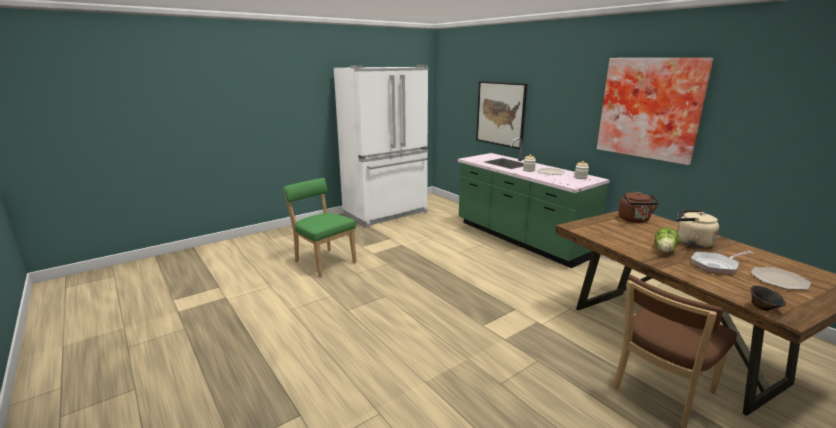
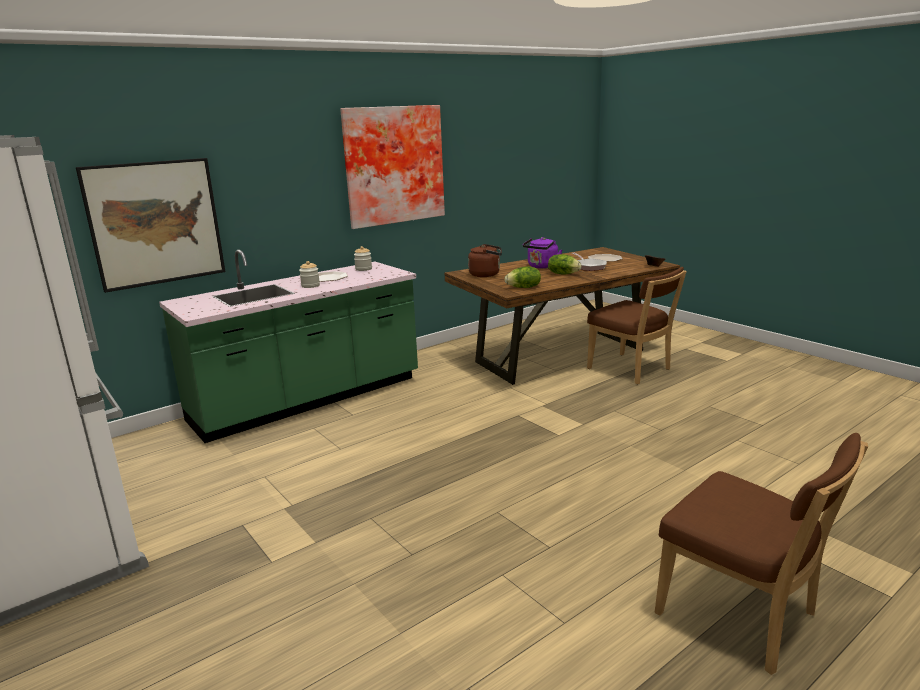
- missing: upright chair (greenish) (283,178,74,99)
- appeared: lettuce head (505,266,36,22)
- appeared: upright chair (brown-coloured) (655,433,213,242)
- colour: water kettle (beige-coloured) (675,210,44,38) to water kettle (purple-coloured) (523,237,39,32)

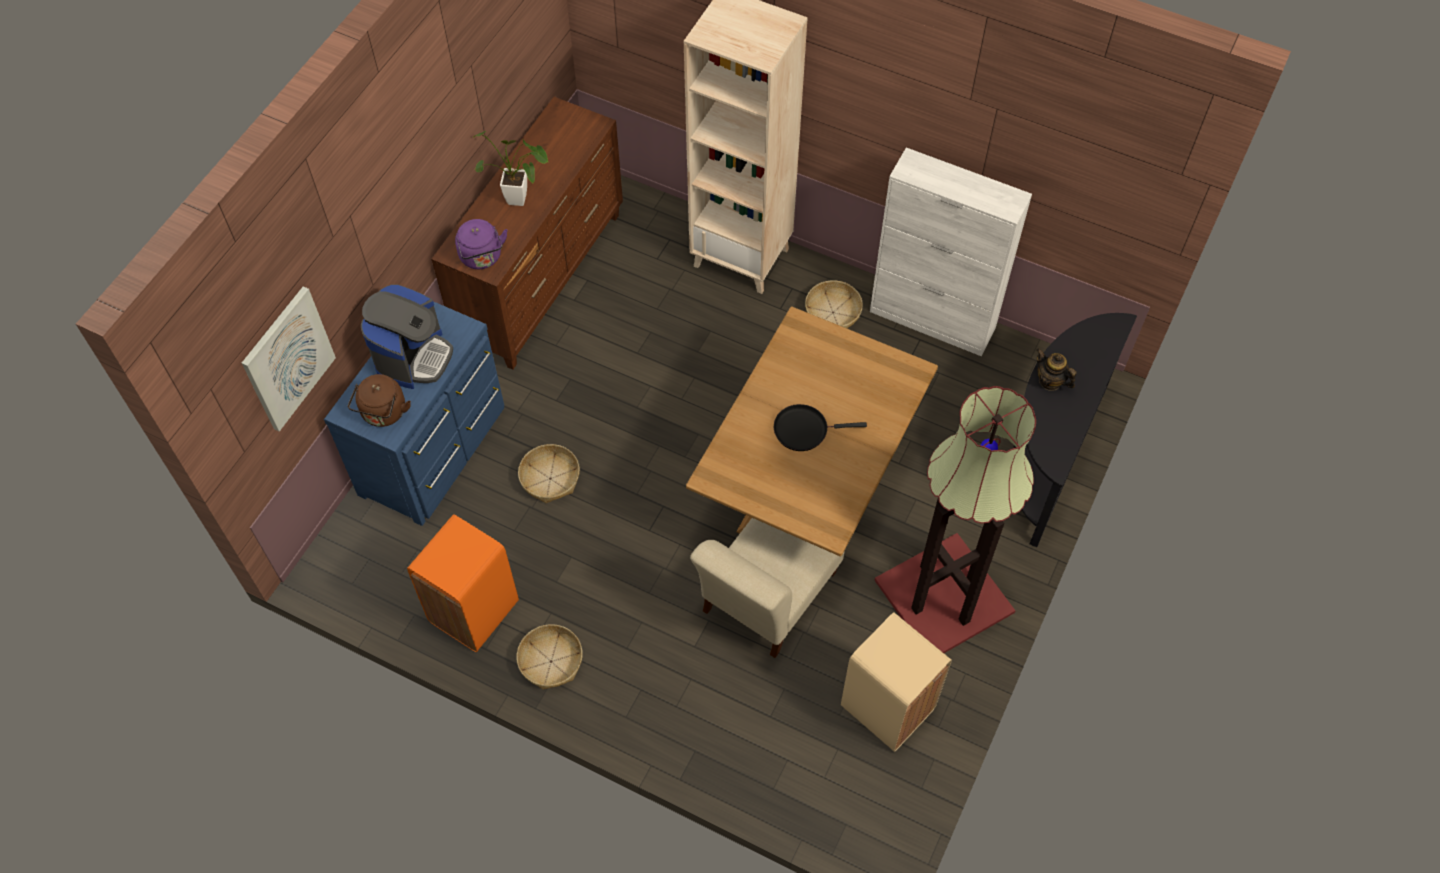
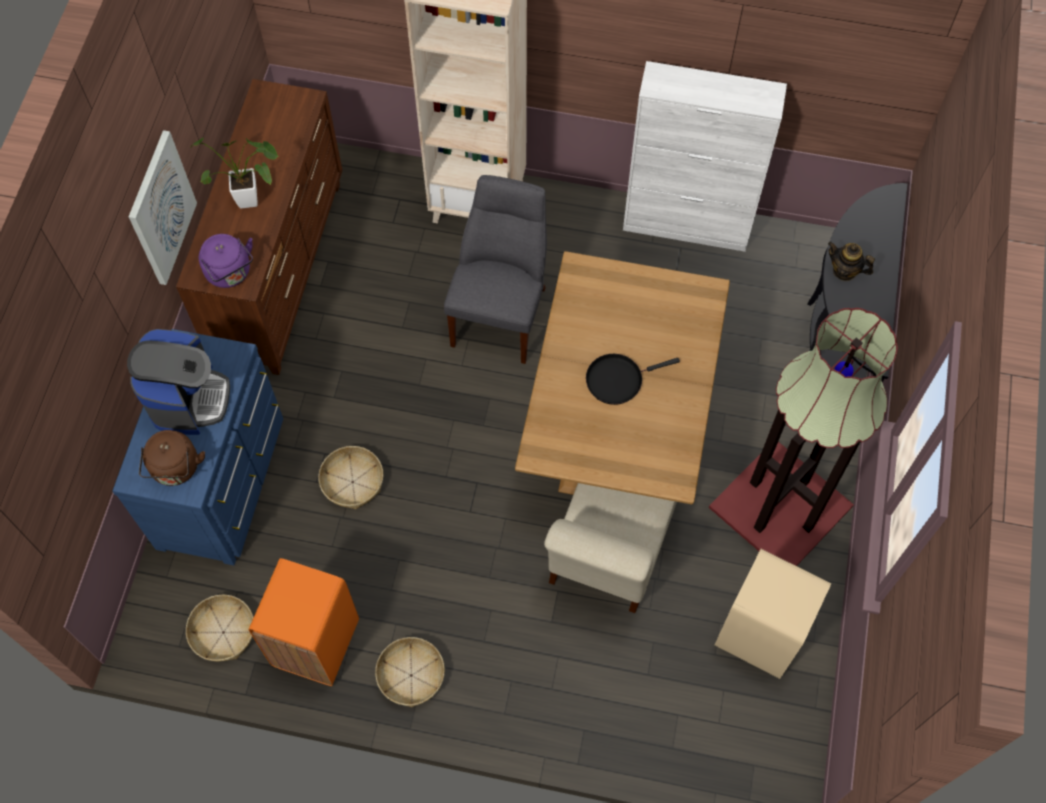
- appeared: upright chair (greyish) (444,175,103,189)
- relocated: wall art (242,286,94,145) to (129,130,68,155)
- relocated: storage basket (805,280,58,48) to (186,595,68,67)

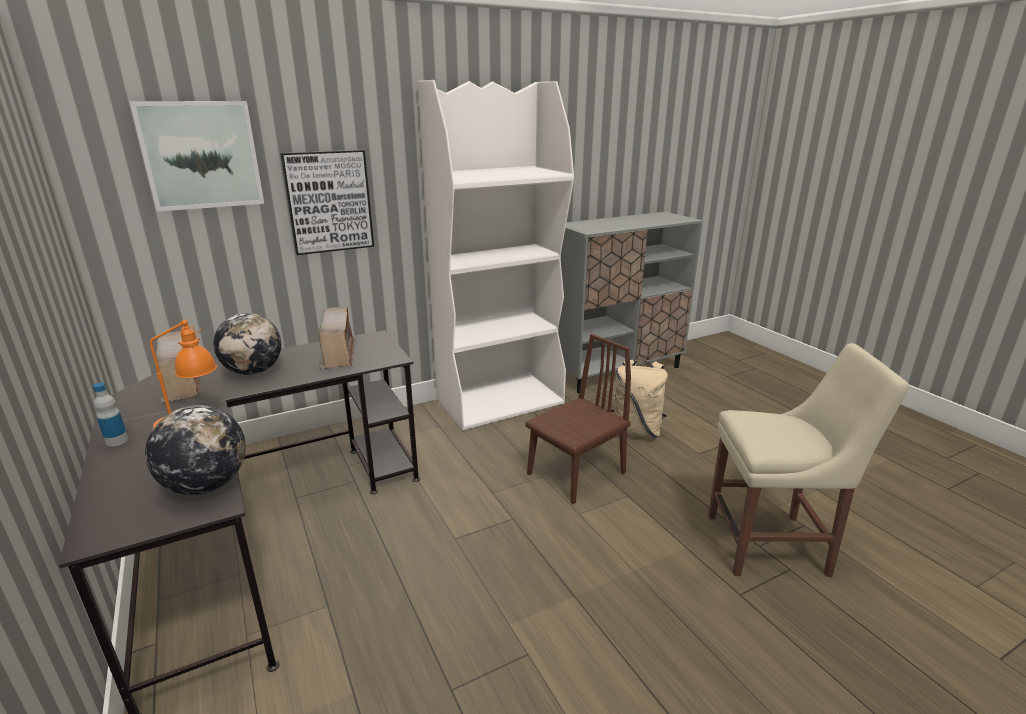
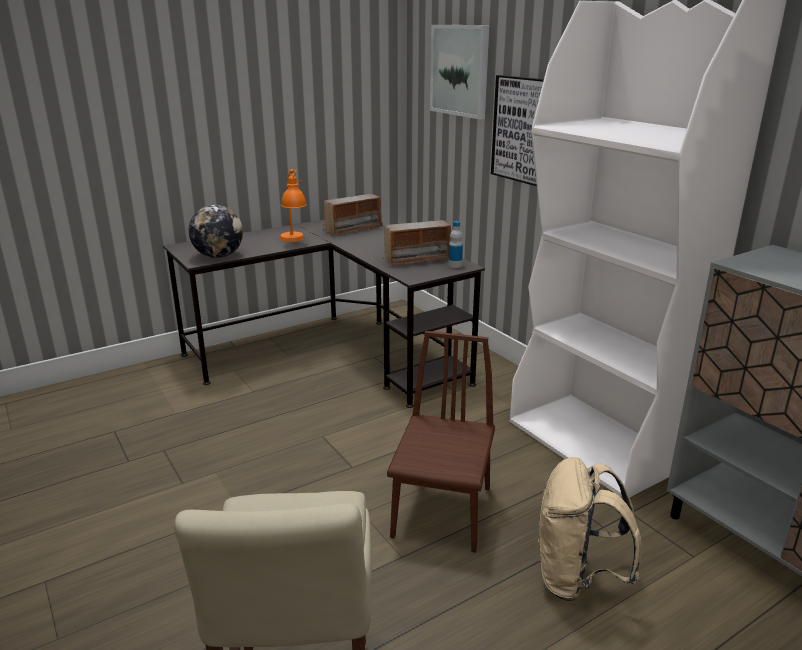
- missing: world globe (213,313,68,62)
- relocated: beverage bottle (93,383,35,64) to (448,221,15,47)
- spun: upright chair (brown-coloured) (525,334,106,170) = (387,331,108,222) 120 degrees counterclockwise

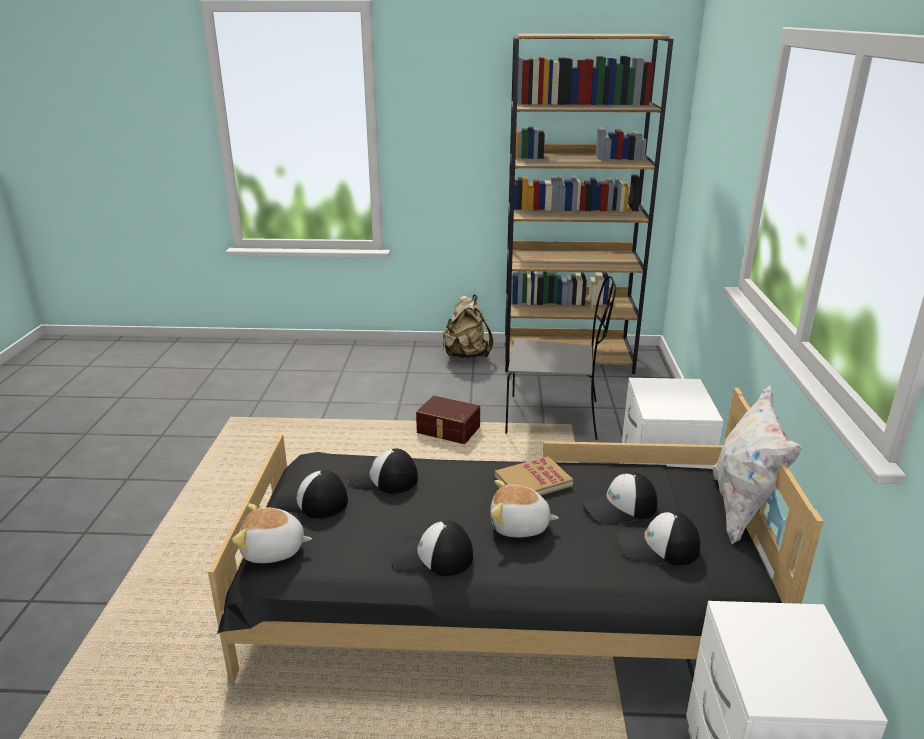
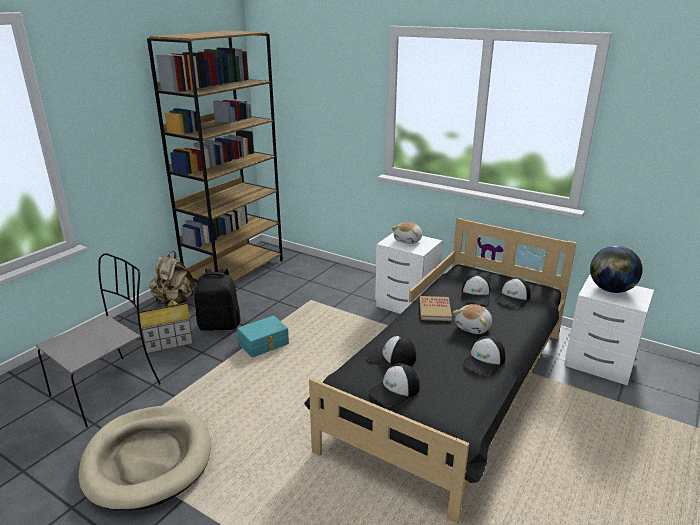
- missing: pillow (whitish) (713,385,89,159)
- appeared: dog cushion (beige-coloured) (78,406,133,105)
- appeared: toy house (139,298,54,56)
- appeared: rucksack (black-coloured) (194,268,47,63)
- appeared: world globe (590,246,53,47)
- relocated: plush toy (232,504,80,59) to (391,222,31,22)
- relocated: upright chair (greyish) (505,276,111,164) to (36,253,125,175)
- colour: storage container (brown-coloured) (416,396,64,48) to storage container (turquoise-coloured) (237,316,52,42)
- spun: baseball cap (348,448,70,46) = (366,335,50,31) 60 degrees clockwise

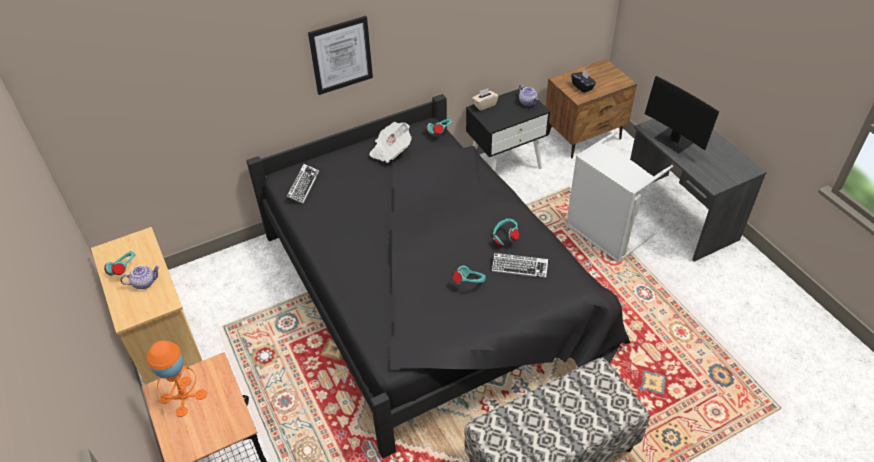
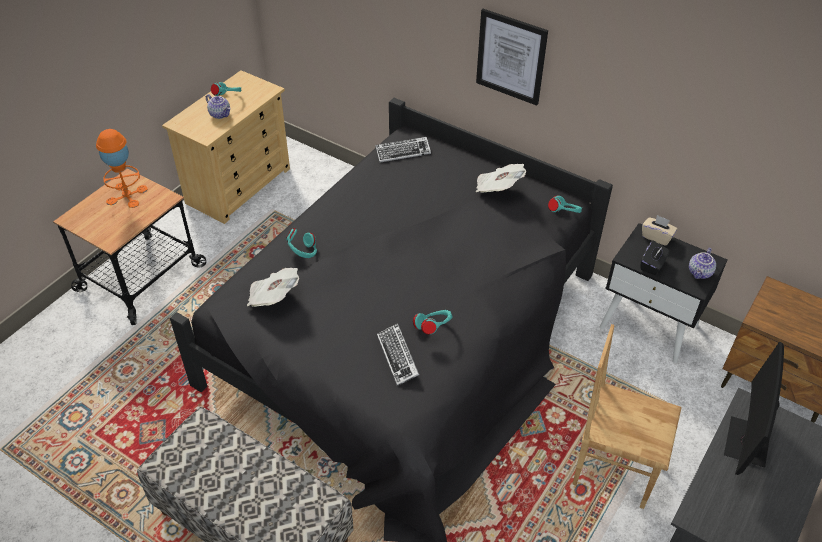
- appeared: printed paper (247,268,52,39)
- relocated: headphones (turquoise-coloured) (453,265,33,19) to (286,228,31,30)
- relocated: box of tissues (black-coloured) (571,70,25,23) to (641,240,29,35)
- exchanged: washing basket (greyish) (566,131,107,132) to upright chair (brown-coloured) (573,324,109,185)

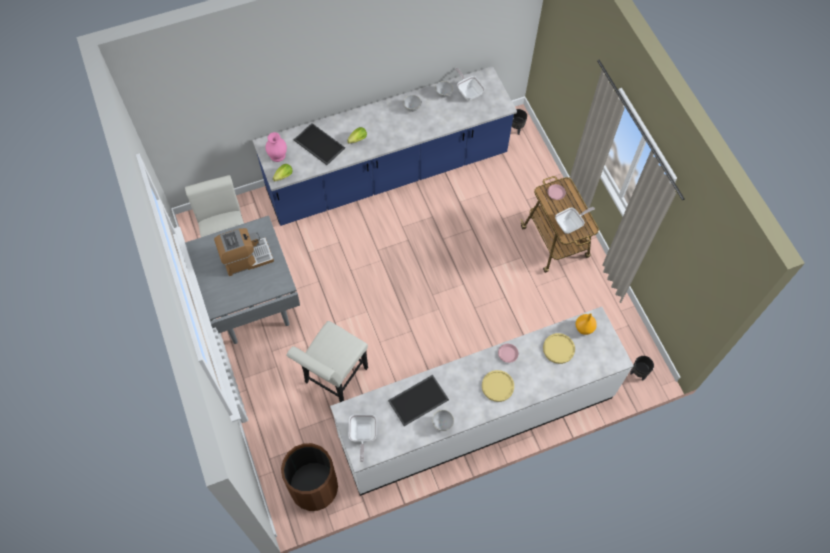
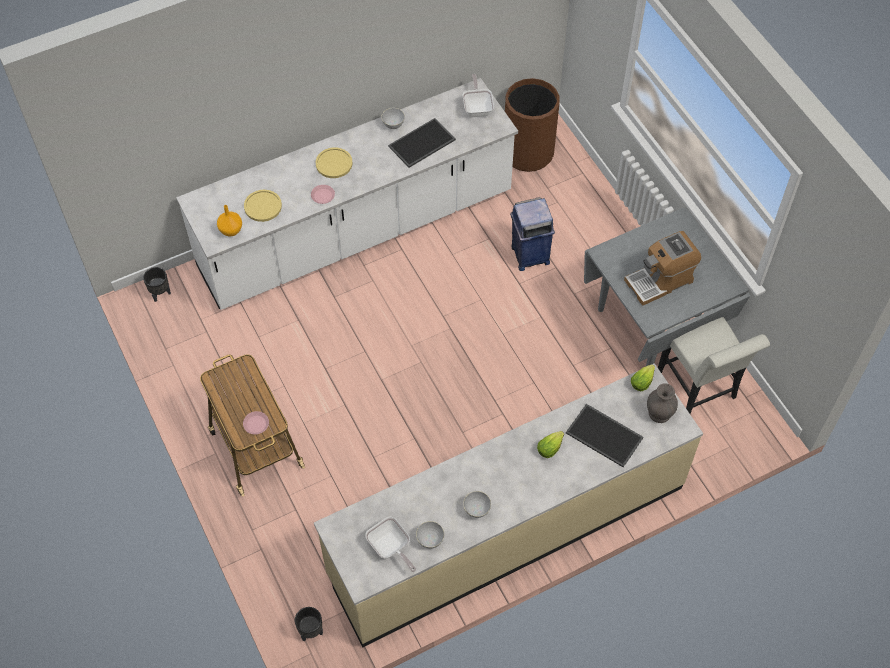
- missing: pan (555,207,40,27)
- exchanged: upright chair (whitish) (286,321,82,81) to rubbish bin (bluish) (510,197,45,74)
- colour: kitchen base unit (bluish) (253,66,264,160) to kitchen base unit (beige-coloured) (314,363,389,284)
- colour: vase (pink-coloured) (265,132,22,30) to vase (greyish) (647,383,31,40)

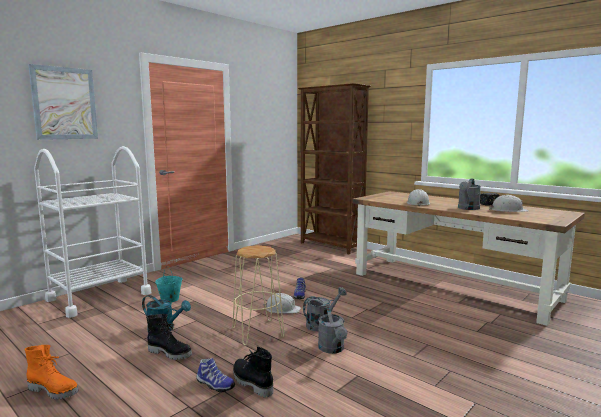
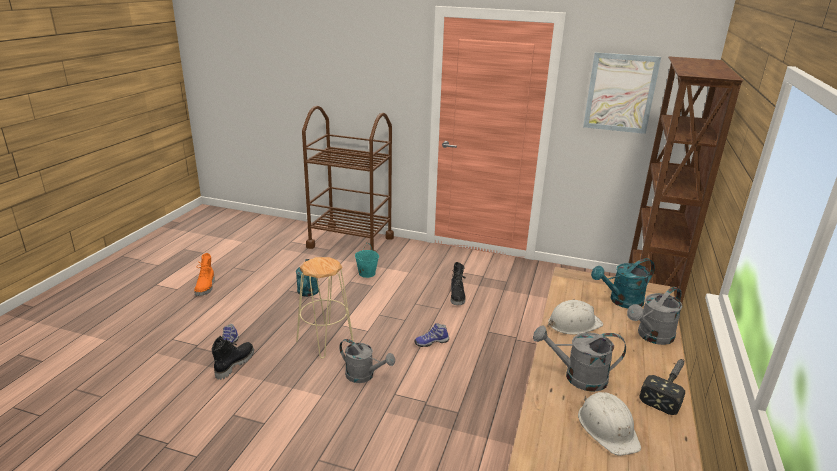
- missing: hard hat (whitish) (263,293,38,20)
- appeared: watering can (turquoise-coloured) (591,258,64,50)
- relocated: wall art (28,64,70,76) to (583,52,78,82)
- relocated: tall boot (black-coloured) (146,314,46,46) to (451,262,15,43)
- relocated: watering can (greyish) (318,307,29,47) to (627,287,55,58)
- colour: cart (whitish) (34,146,117,172) to cart (brown-coloured) (302,106,92,146)

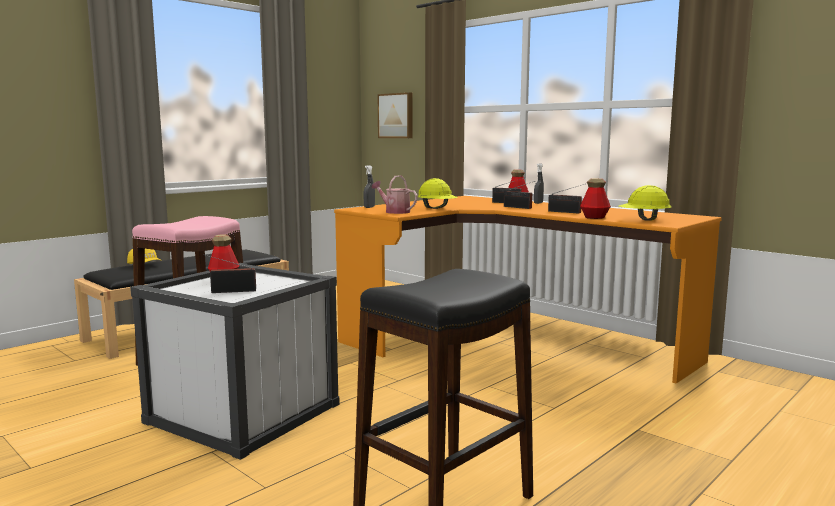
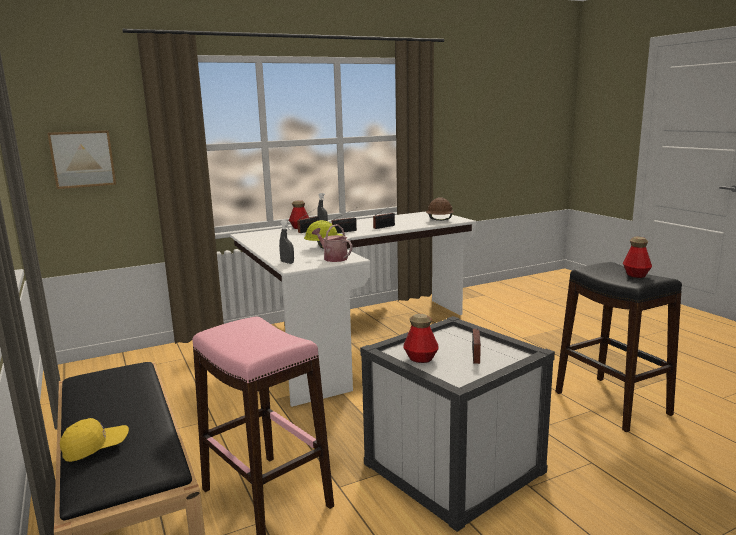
- relocated: beverage bottle (580,178,31,41) to (623,237,29,41)
- colour: desk table (orange-coloured) (334,196,388,188) to desk table (whitish) (230,211,246,196)
- colour: hard hat (yellow) (619,185,53,36) to hard hat (brown-coloured) (426,197,28,24)
- spun: watering can (371,175,47,39) = (312,224,40,38) 75 degrees clockwise

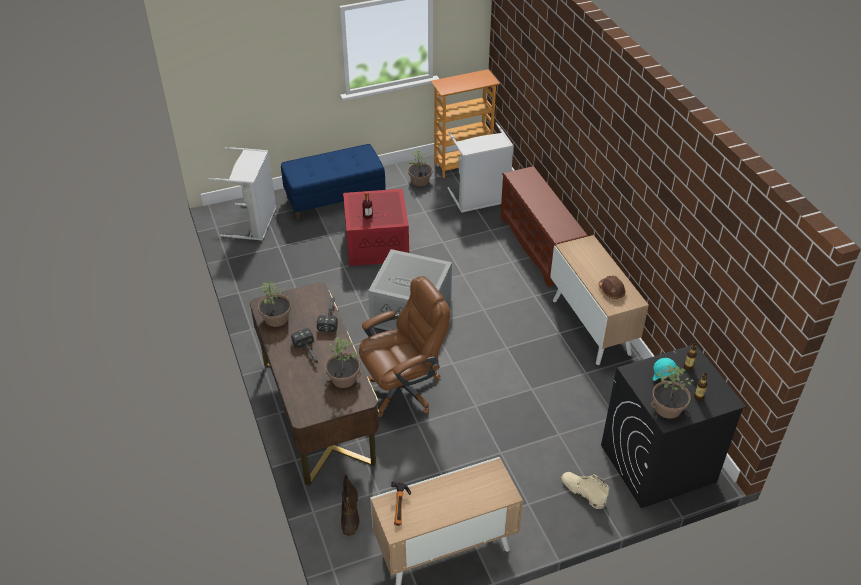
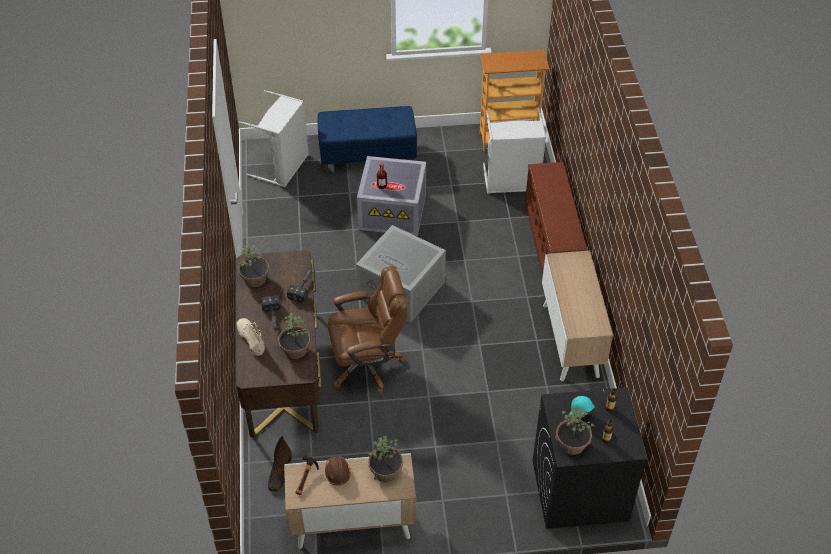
- relocated: plant in a pot (408,150,24,36) to (368,436,35,46)
- relocated: tall boot (beige-coloured) (561,472,48,37) to (237,318,28,38)
- relocated: hard hat (brown-coloured) (599,276,27,23) to (325,456,26,29)
- colour: storage container (red) (343,189,66,77) to storage container (greyish) (357,156,69,80)

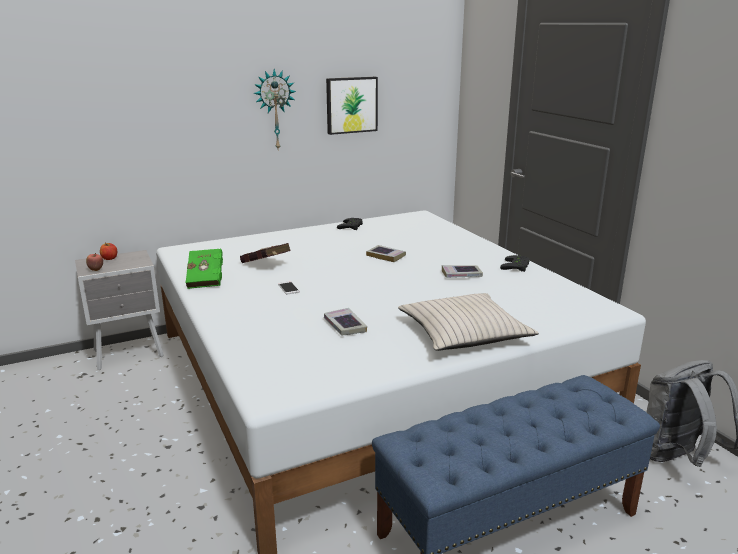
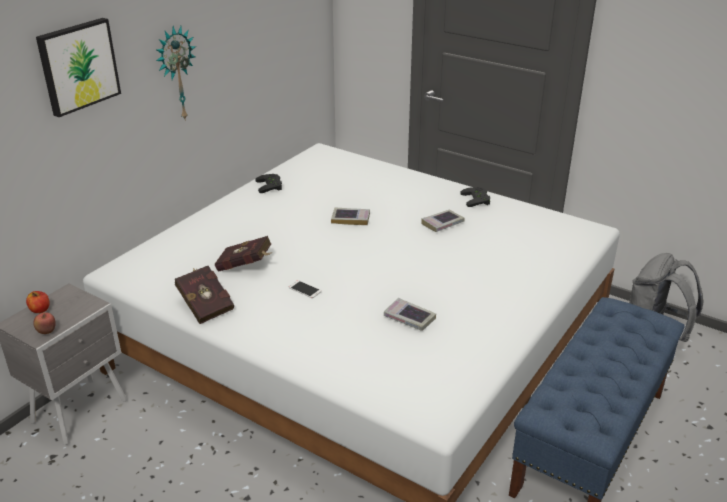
- missing: pillow (beige-coloured) (398,293,141,58)
- relocated: wall art (326,77,52,58) to (36,18,85,99)
- colour: book (greenish) (185,249,38,40) to book (red) (175,266,59,58)

